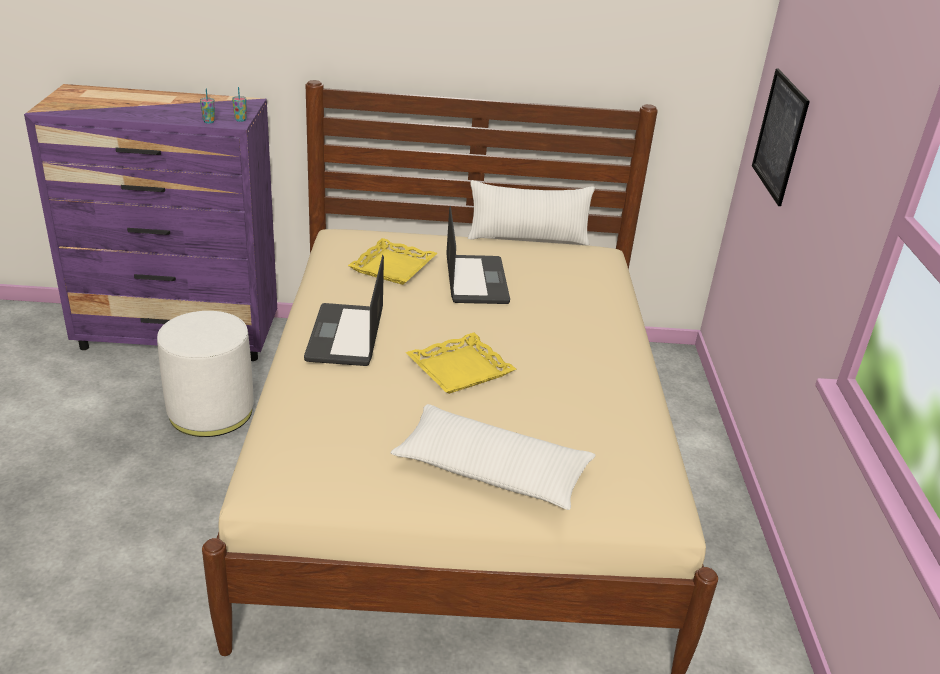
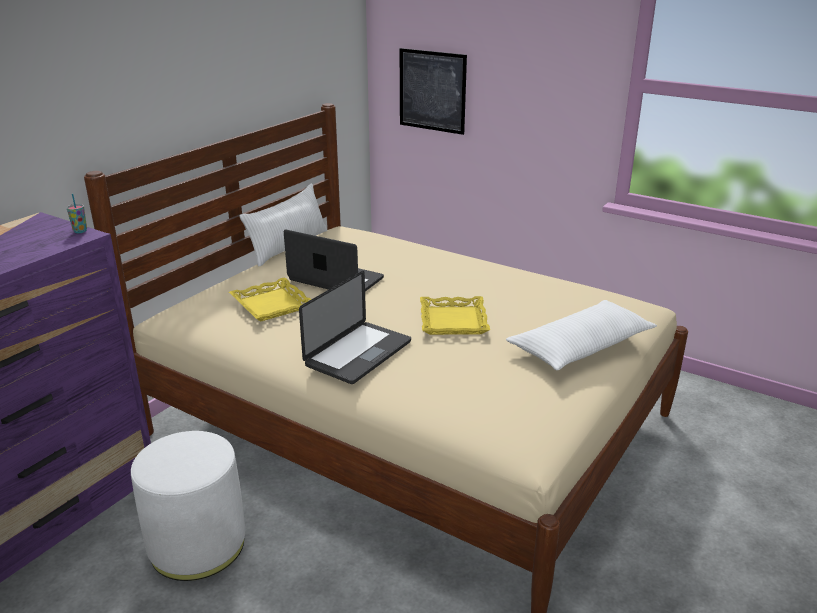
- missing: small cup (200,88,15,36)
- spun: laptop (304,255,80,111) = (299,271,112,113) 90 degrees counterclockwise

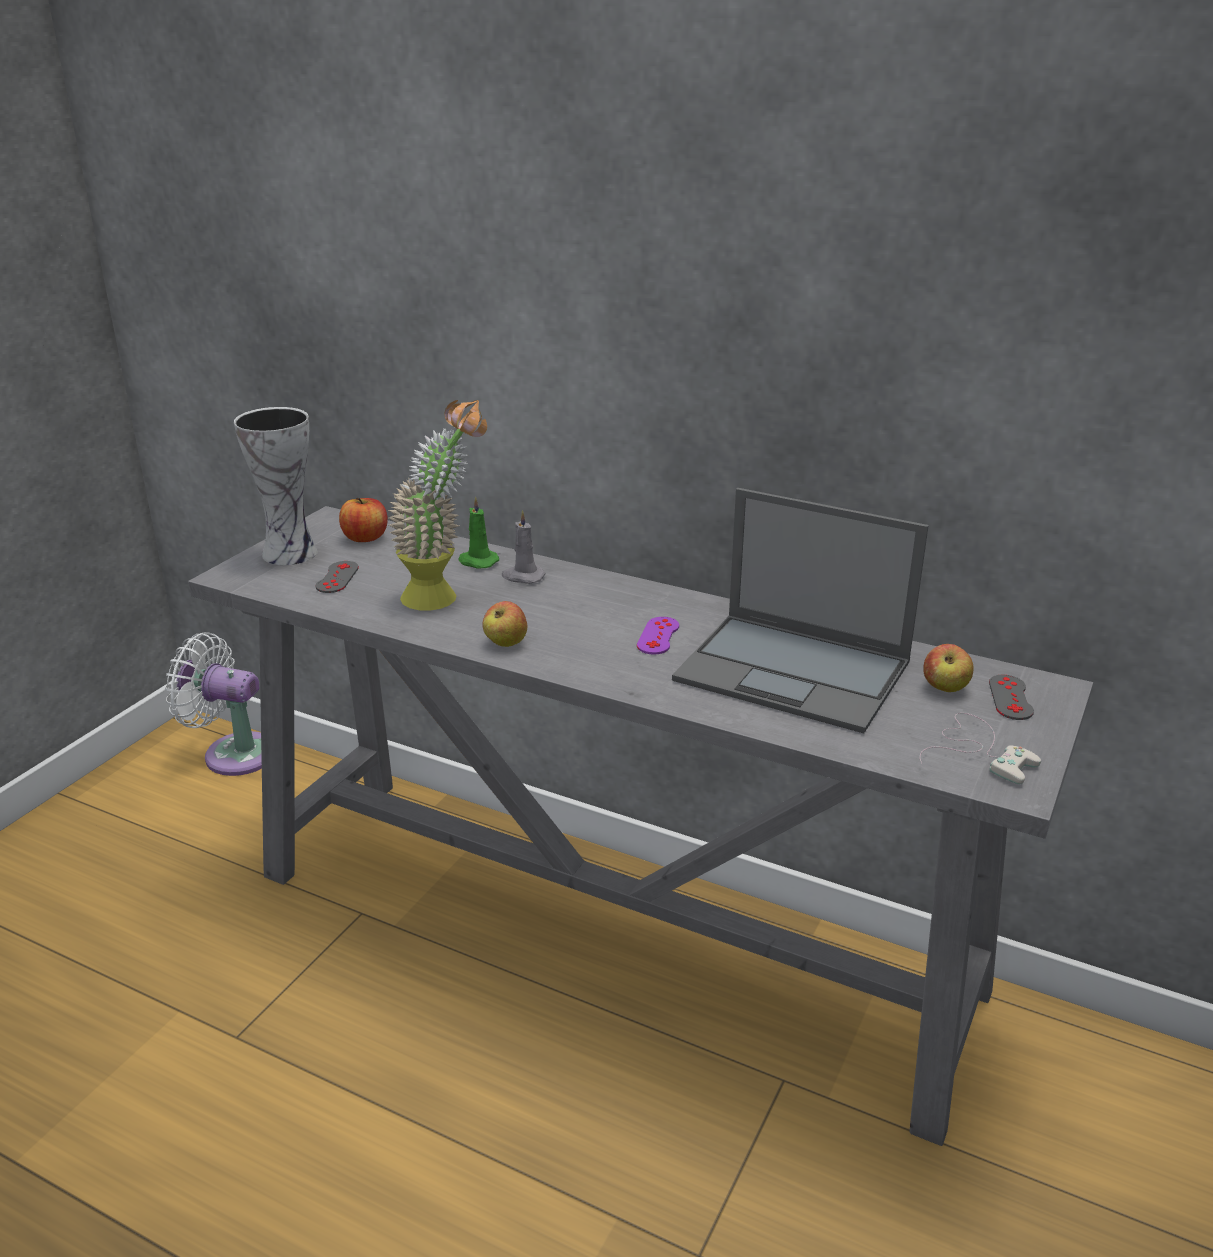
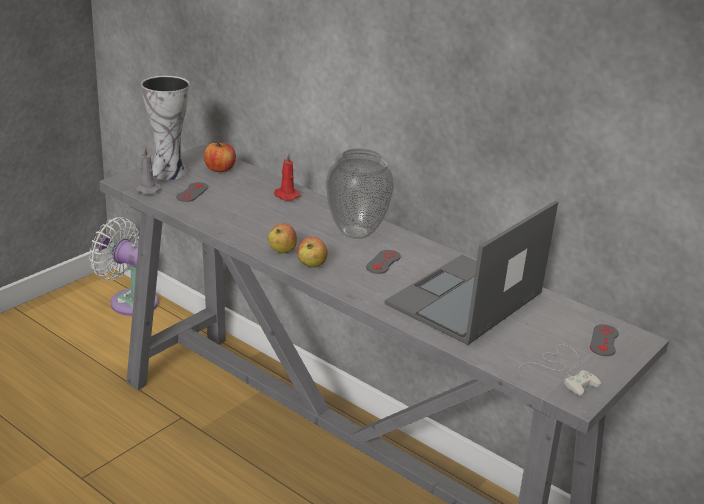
- missing: plant in a pot (388,400,99,211)
- appeared: vase (326,149,68,90)
- relocated: candle (greyish) (502,510,44,74) to (134,145,27,49)
- relocated: apple (923,644,51,48) to (297,237,31,31)
- colour: candle (greenish) (458,496,41,73) to candle (red) (274,152,27,49)
- colour: gamepad (purple-coloured) (637,617,42,38) to gamepad (greyish) (366,250,35,24)
- spun: laptop (672,488,257,245) = (385,201,173,144) 90 degrees clockwise

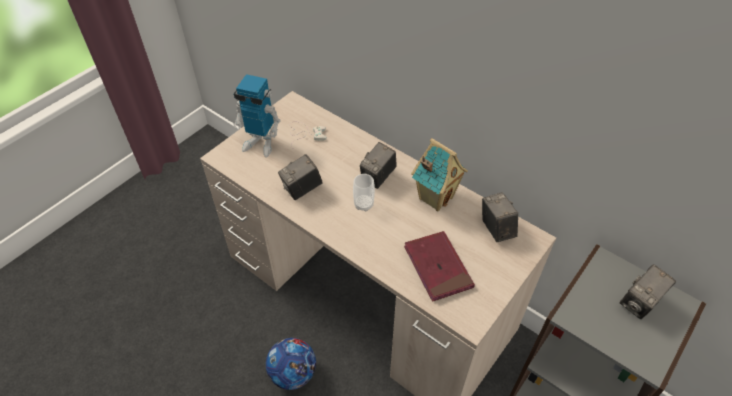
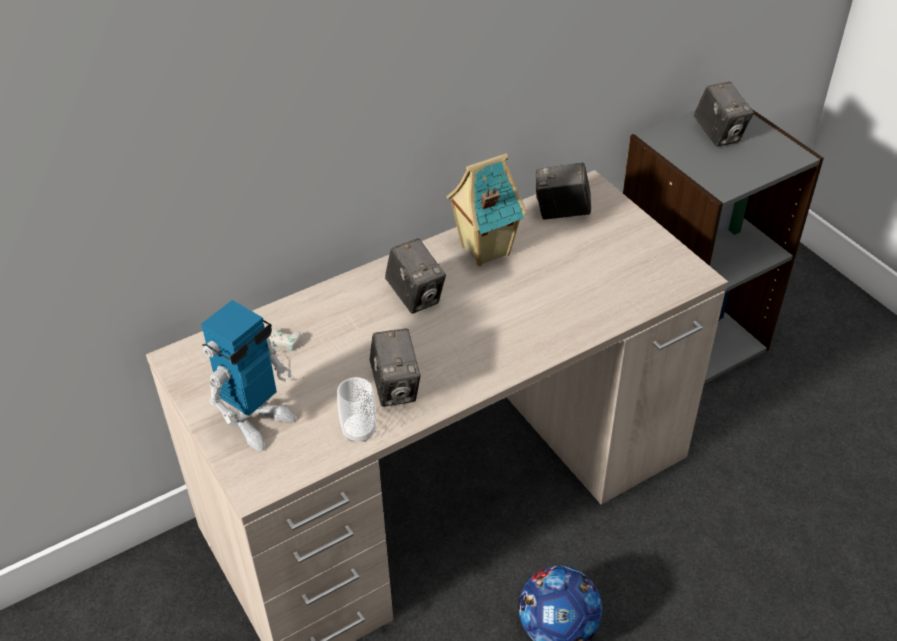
- missing: book (red) (404,231,71,71)
- relocated: small cup (353,174,22,37) to (337,377,39,65)

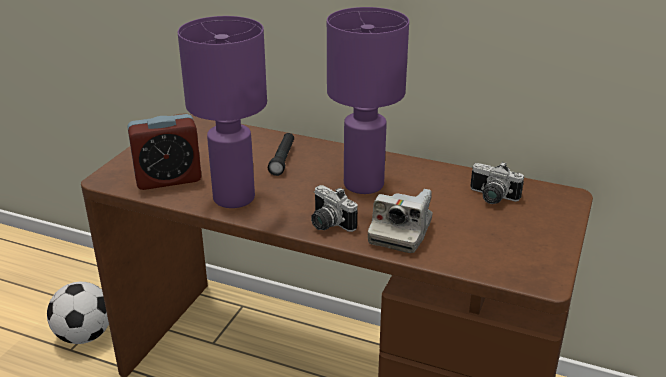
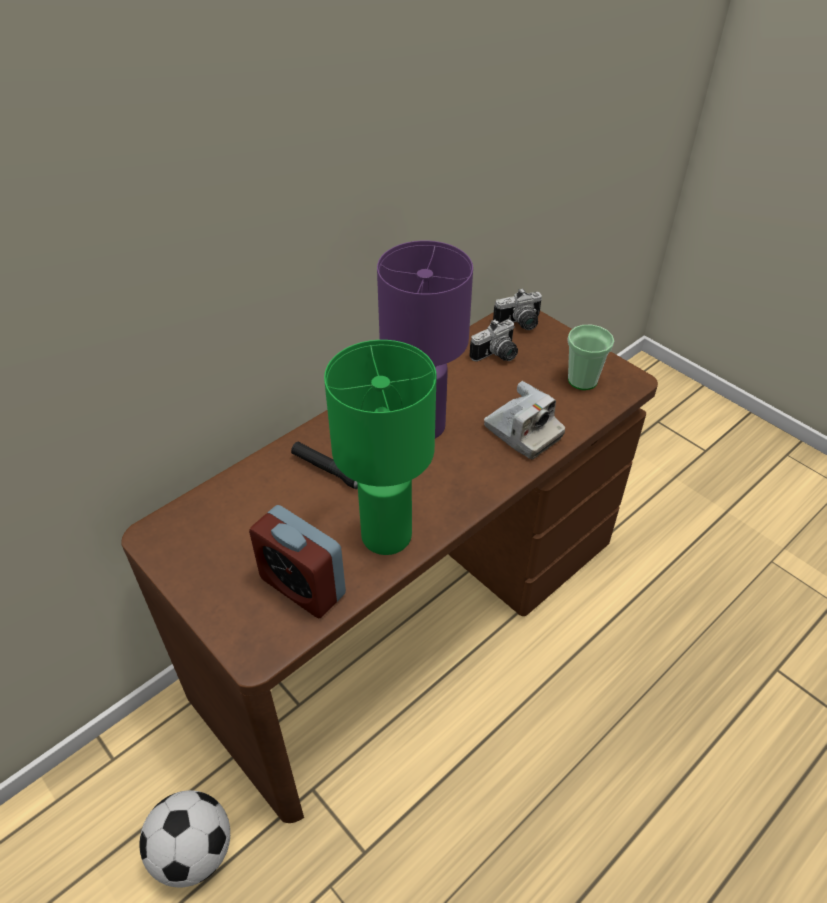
- appeared: small cup (567,325,47,65)
- relocated: photo camera (311,185,46,47) to (493,288,49,42)
- colour: lamp for a table (purple-coloured) (178,16,89,192) to lamp for a table (greenish) (324,340,112,215)
- spun: alarm clock (127,114,75,76) = (249,505,97,113) 120 degrees clockwise

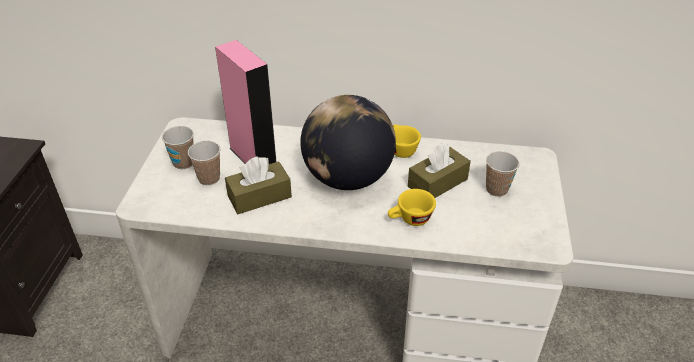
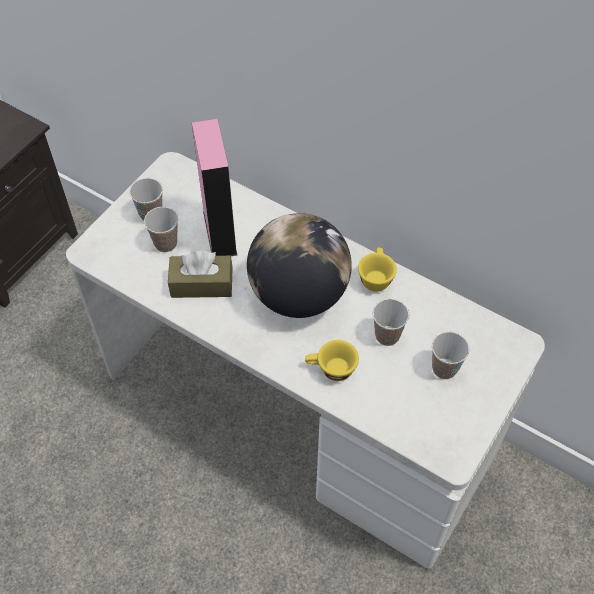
- exchanged: box of tissues (brown-coloured) (408,143,63,55) to small cup (373,299,36,47)

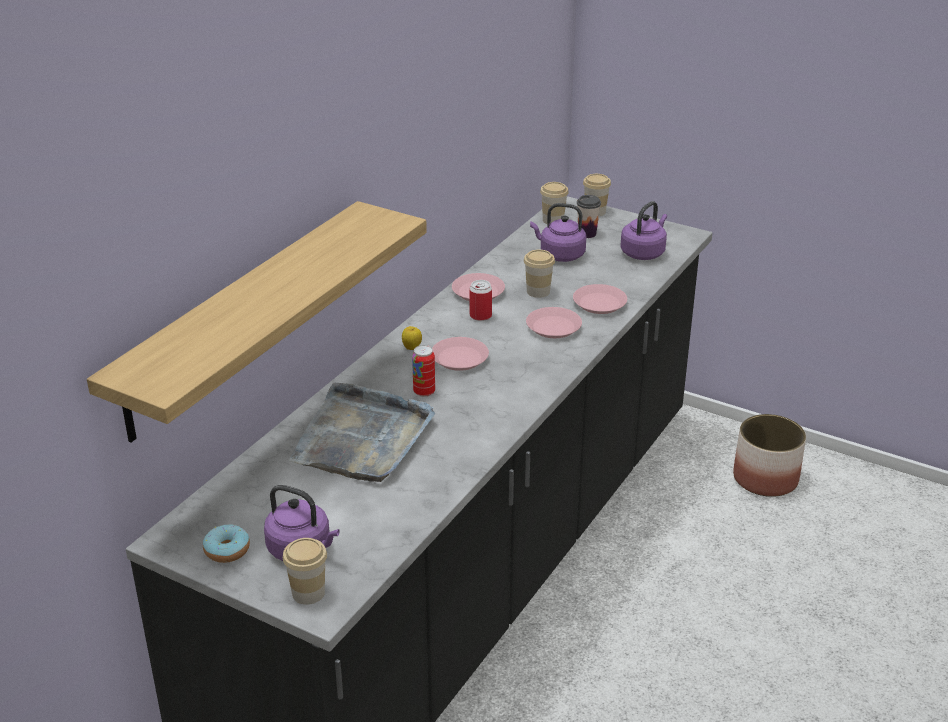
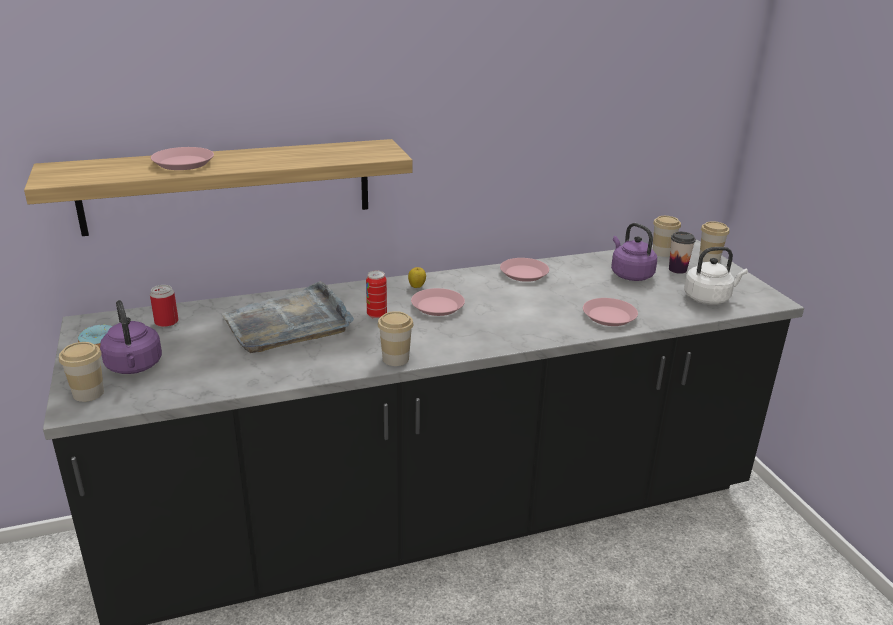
- missing: flower pot (733,414,73,83)
- relocated: can (470,280,22,41) to (150,285,28,42)
- relocated: small cup (524,250,31,48) to (378,311,36,55)
- relocated: plate (pink-coloured) (526,307,56,31) to (151,147,63,23)
- colour: water kettle (purple-coloured) (620,201,47,59) to water kettle (whitish) (684,247,64,58)

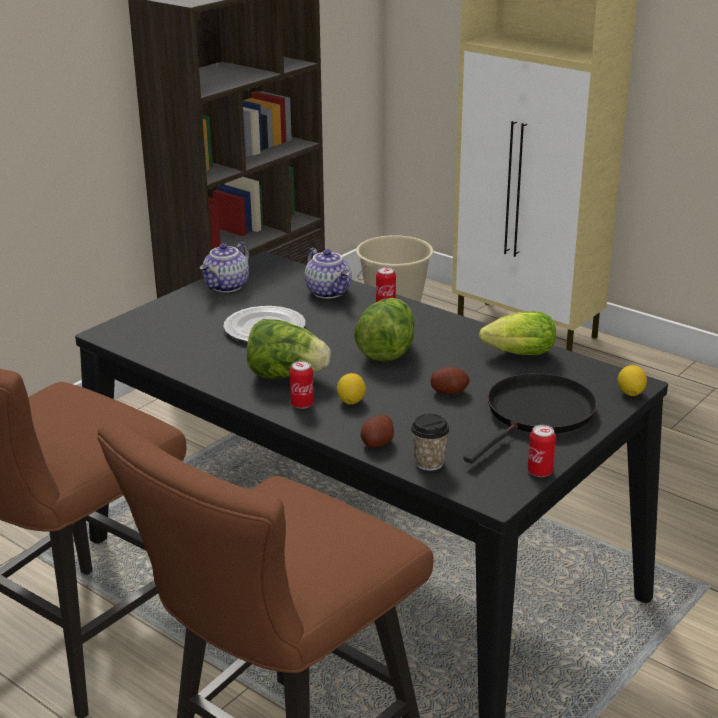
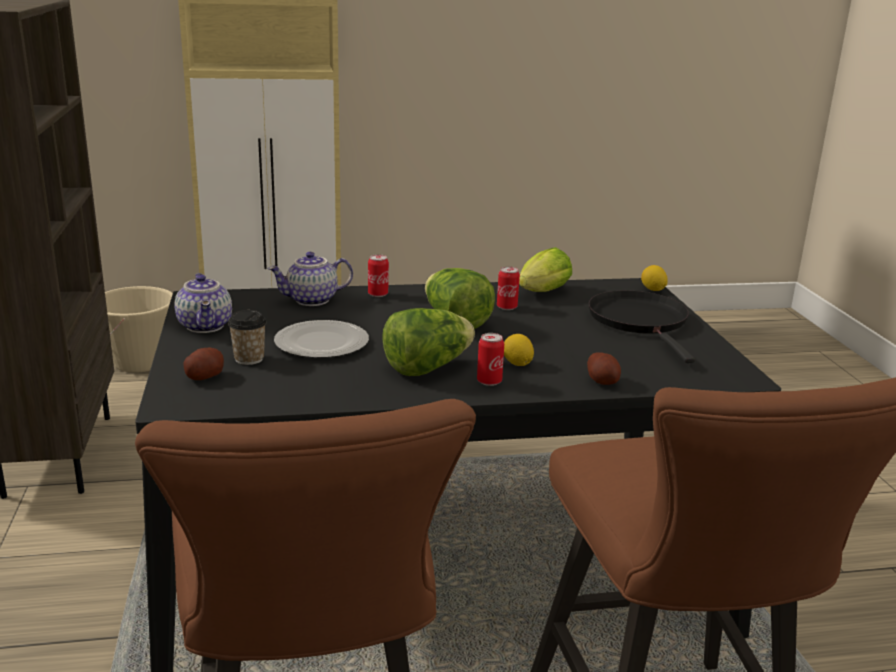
- relocated: small cup (411,414,39,57) to (228,310,38,55)
- relocated: whole potato (431,367,39,27) to (184,348,40,32)
- relocated: can (527,425,29,52) to (497,267,23,43)
- spun: tea pot (304,248,48,51) = (268,252,85,54) 150 degrees clockwise

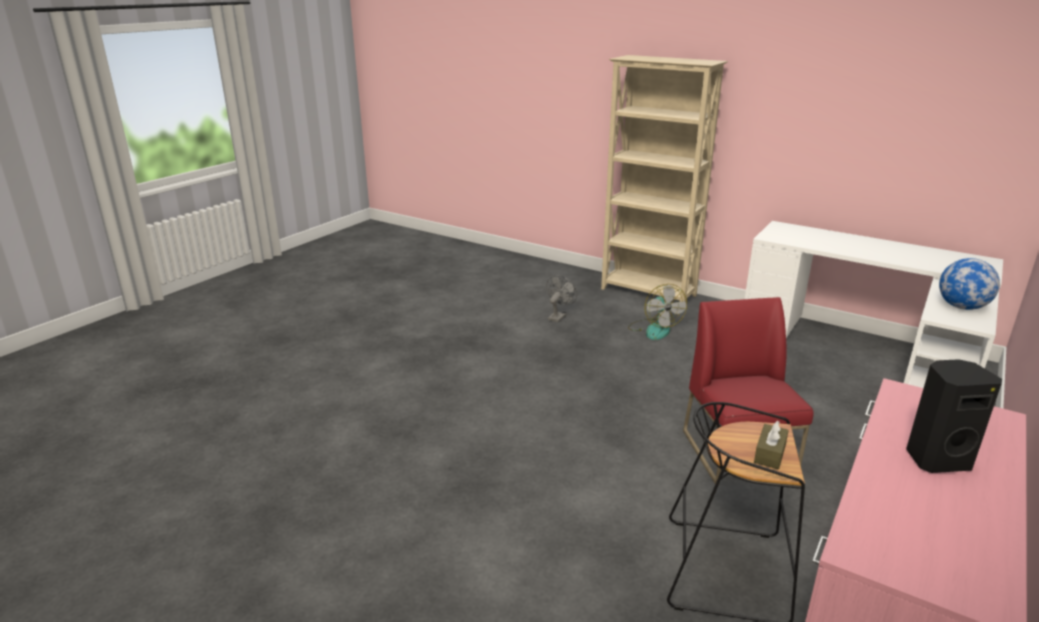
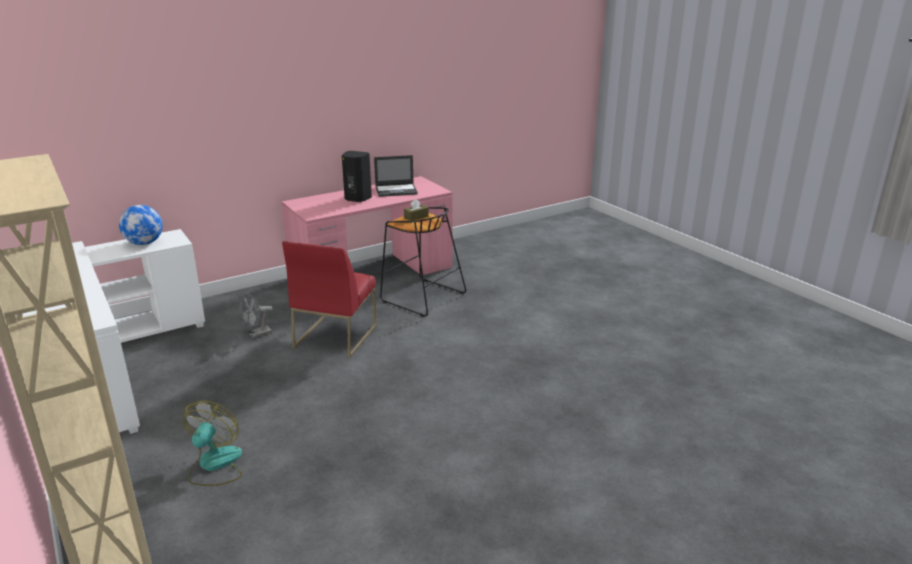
- appeared: laptop (374,155,44,42)
- relocated: fan (greyish) (546,276,31,46) to (239,294,33,44)

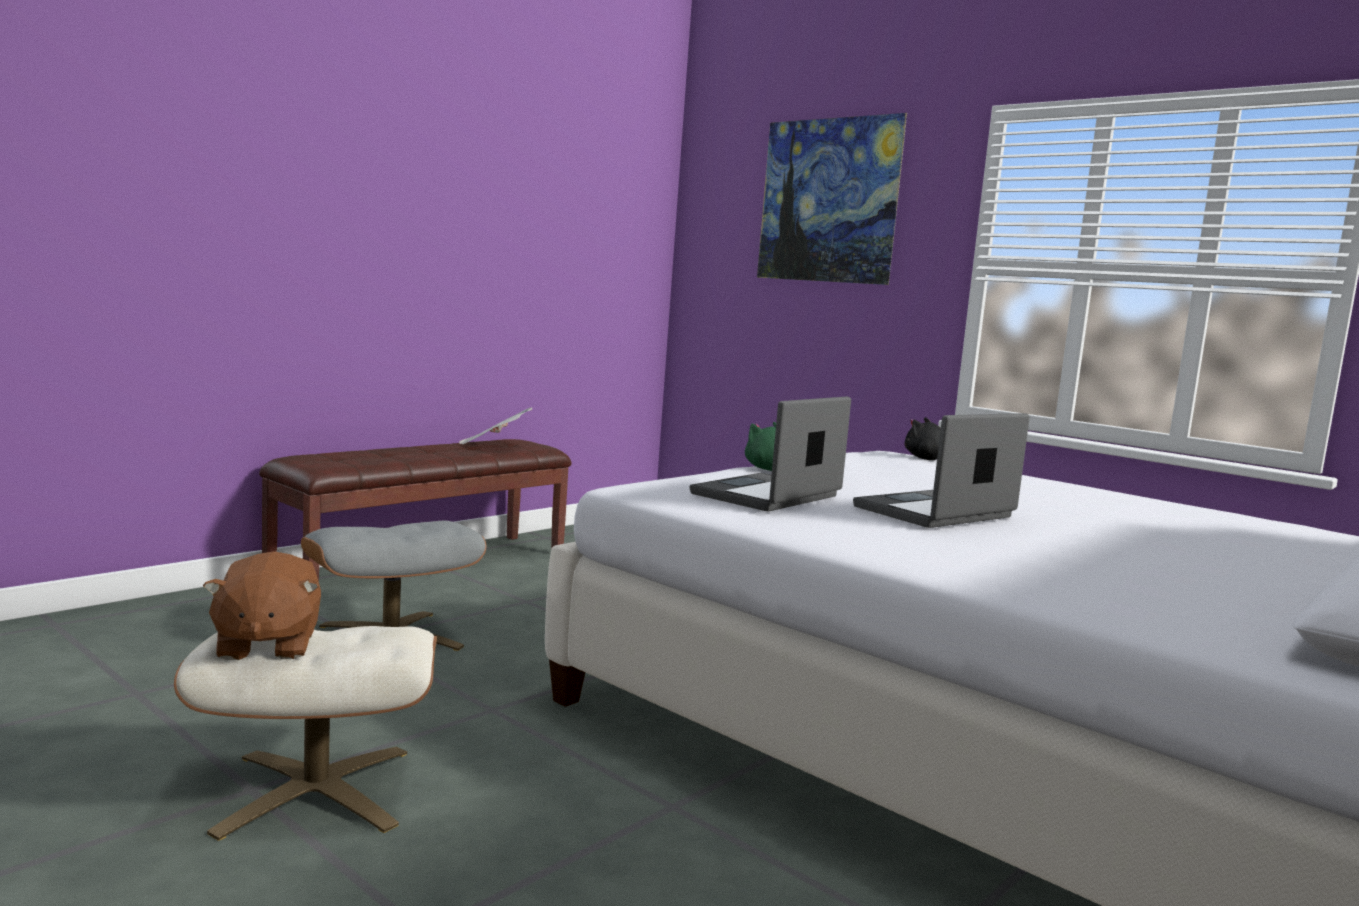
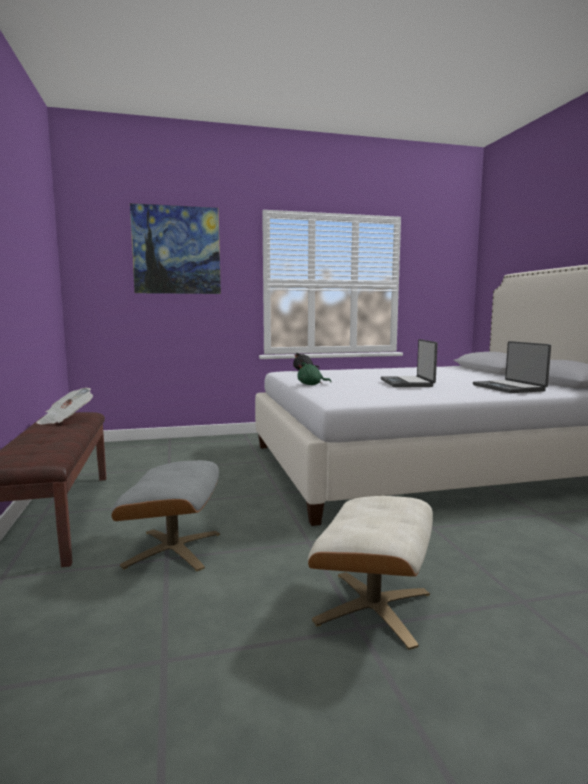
- missing: plush toy (brown-coloured) (203,551,118,109)
- relocated: laptop (690,396,161,115) to (473,341,78,52)

